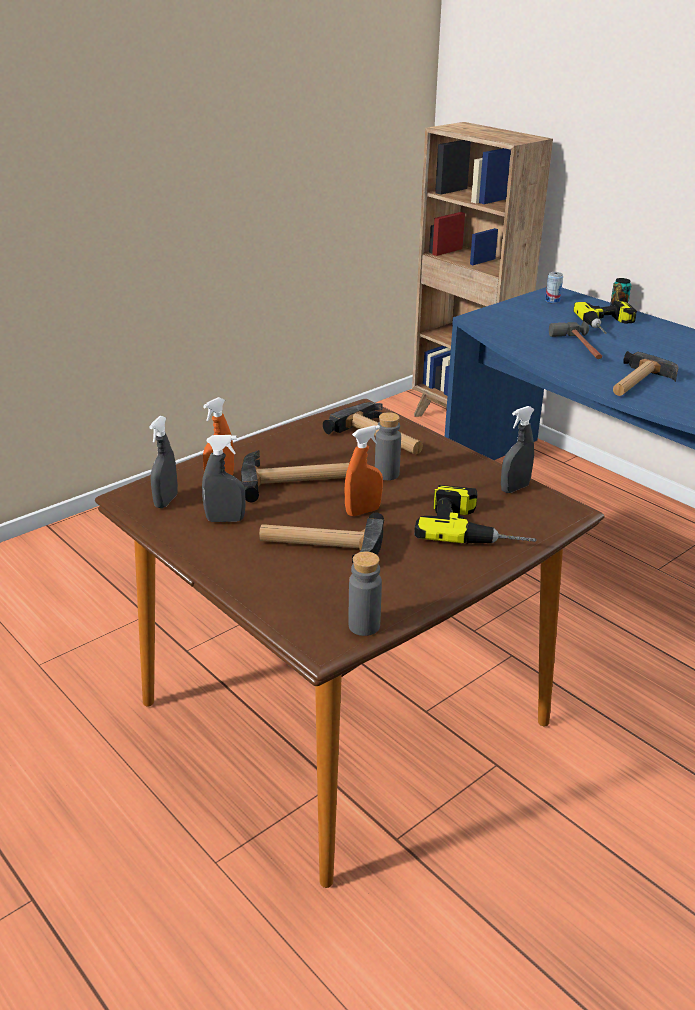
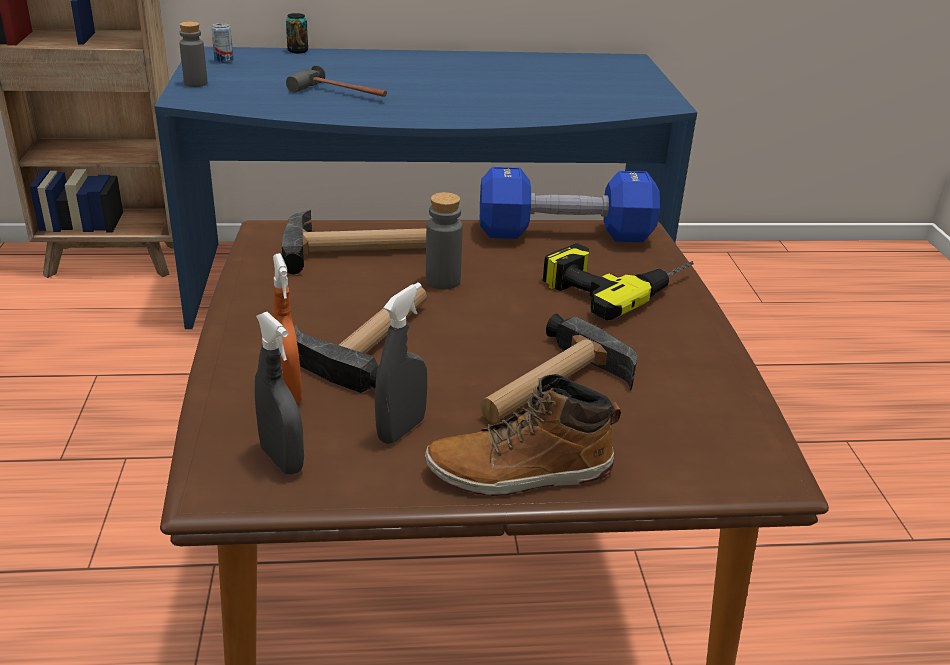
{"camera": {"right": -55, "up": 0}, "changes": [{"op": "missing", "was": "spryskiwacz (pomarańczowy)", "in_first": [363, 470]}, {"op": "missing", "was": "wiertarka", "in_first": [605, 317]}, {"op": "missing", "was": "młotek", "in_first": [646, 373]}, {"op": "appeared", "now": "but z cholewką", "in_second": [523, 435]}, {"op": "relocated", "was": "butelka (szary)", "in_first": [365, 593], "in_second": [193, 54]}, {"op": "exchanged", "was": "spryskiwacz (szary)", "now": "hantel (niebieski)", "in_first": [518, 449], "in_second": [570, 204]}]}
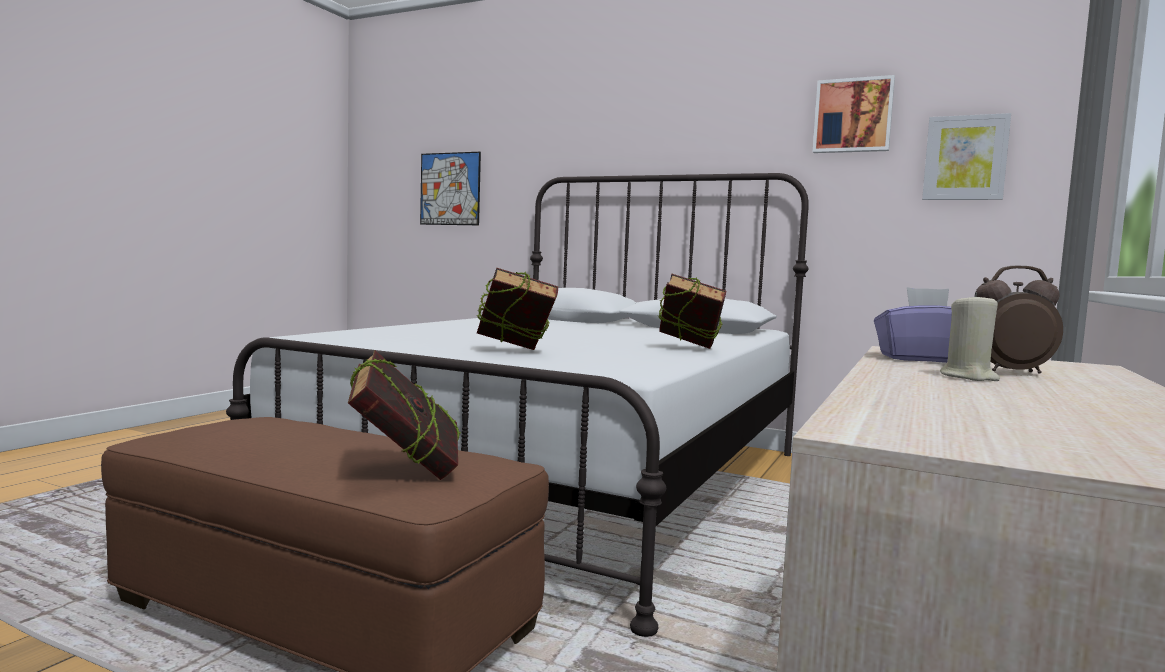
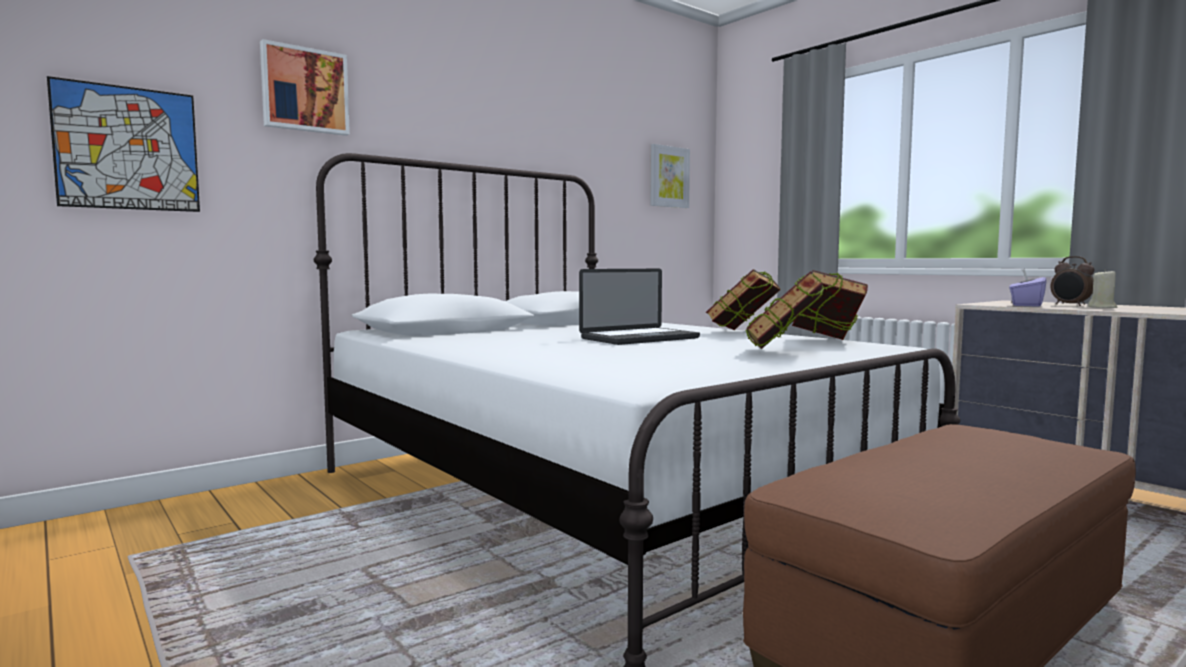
{"camera": {"right": -65, "up": 0}, "changes": [{"op": "appeared", "now": "laptop", "in_second": [639, 307]}, {"op": "relocated", "was": "książka", "in_first": [404, 415], "in_second": [830, 305]}, {"op": "relocated", "was": "obraz", "in_first": [854, 114], "in_second": [305, 87]}, {"op": "spun", "was": "budzik", "in_first": [1019, 320], "in_second": [1072, 281], "clockwise": -60}]}
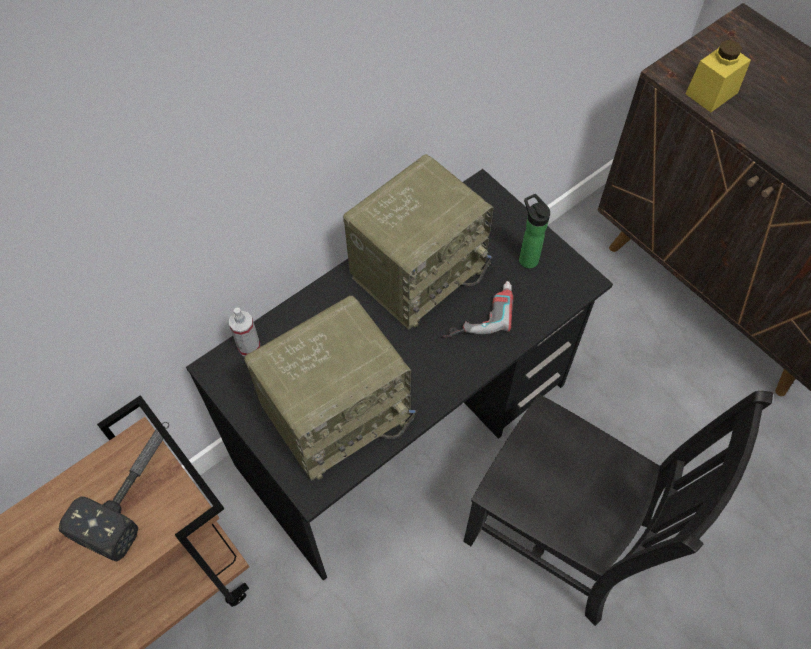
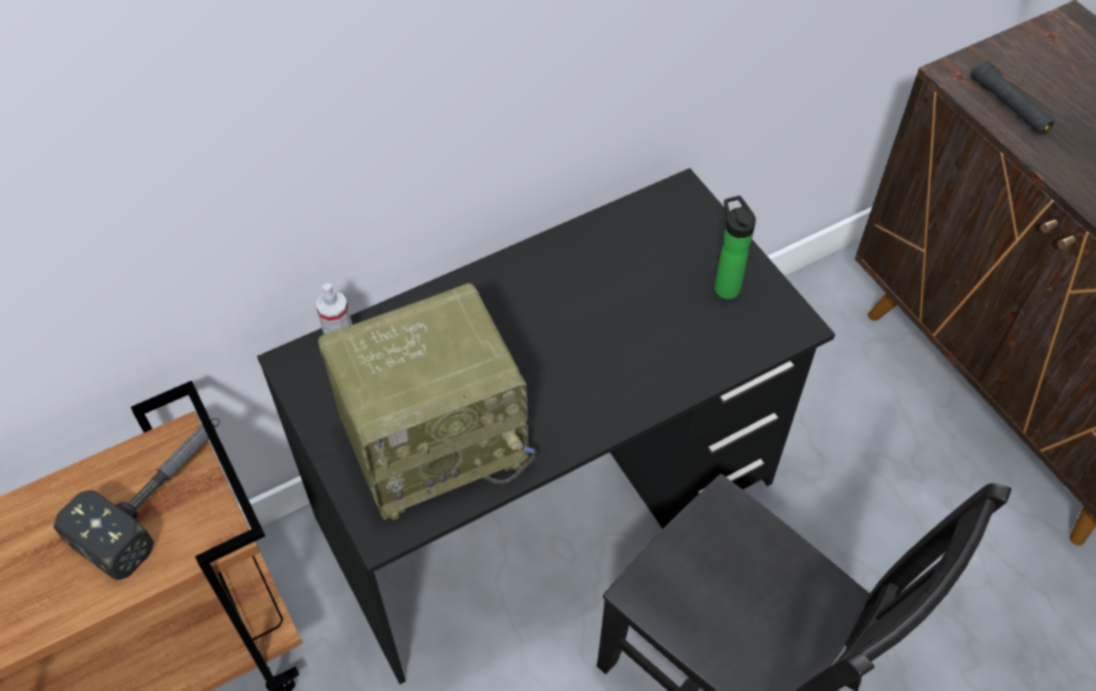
{"camera": {"right": 10, "up": -5}, "changes": [{"op": "missing", "was": "radio", "in_first": [418, 242]}, {"op": "missing", "was": "wiertarka", "in_first": [478, 309]}, {"op": "exchanged", "was": "słoik (żółty)", "now": "latarka (czarny)", "in_first": [718, 76], "in_second": [1012, 97]}]}
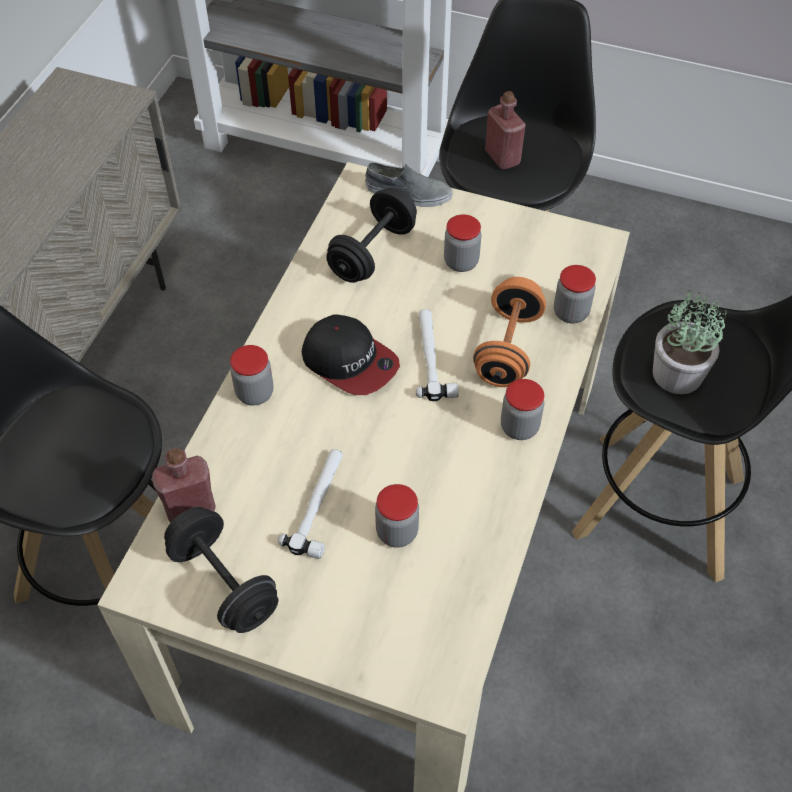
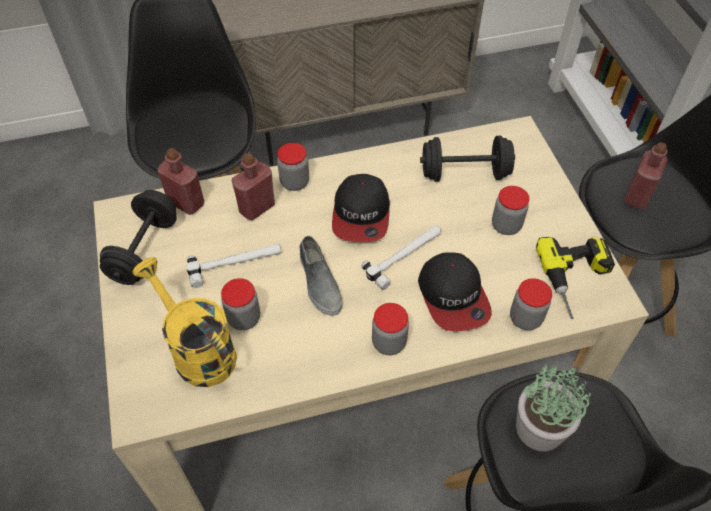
{"camera": {"right": 55, "up": 0}, "changes": [{"op": "appeared", "now": "konewka (żółty)", "in_second": [184, 322]}, {"op": "appeared", "now": "butelka (czerwony)", "in_second": [253, 186]}, {"op": "appeared", "now": "wiertarka", "in_second": [575, 278]}, {"op": "relocated", "was": "but (szary)", "in_first": [408, 184], "in_second": [320, 276]}, {"op": "exchanged", "was": "hantel (pomarańczowy)", "now": "czapka z daszkiem", "in_first": [509, 332], "in_second": [455, 292]}]}
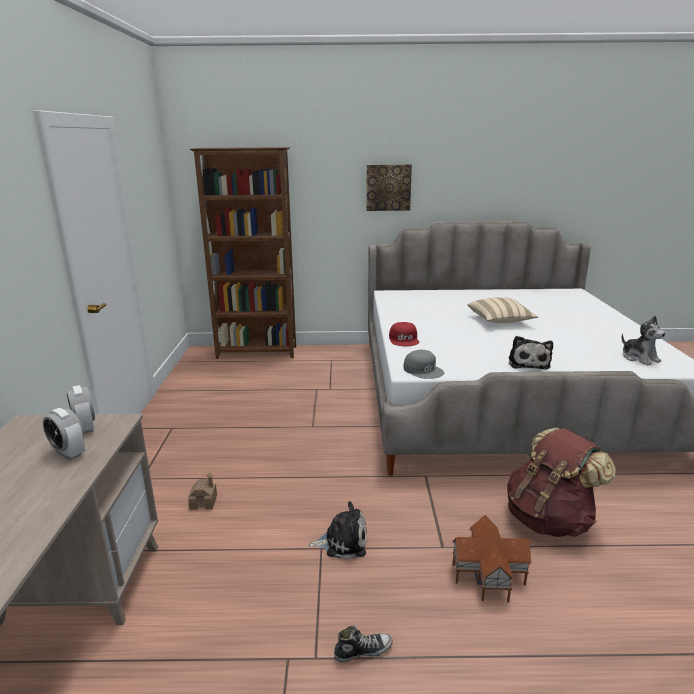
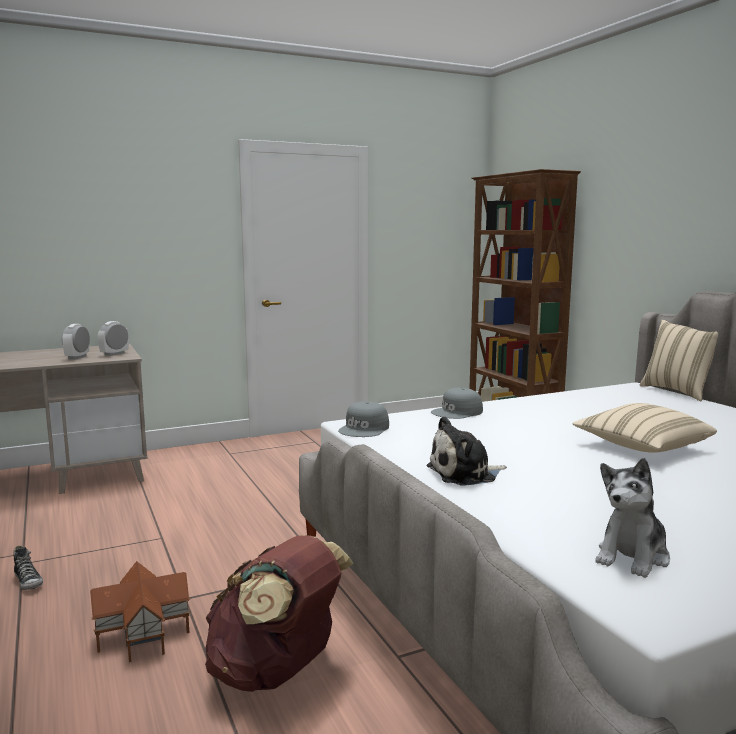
{"camera": {"right": 65, "up": -10}, "changes": [{"op": "missing", "was": "domek", "in_first": [202, 491]}, {"op": "missing", "was": "pluszak", "in_first": [337, 530]}, {"op": "missing", "was": "obraz", "in_first": [389, 187]}, {"op": "appeared", "now": "poduszka (beżowy)", "in_second": [679, 360]}, {"op": "colour", "was": "czapka z daszkiem (czerwony)", "now": "czapka z daszkiem (szary)", "in_first": [404, 334], "in_second": [457, 403]}]}
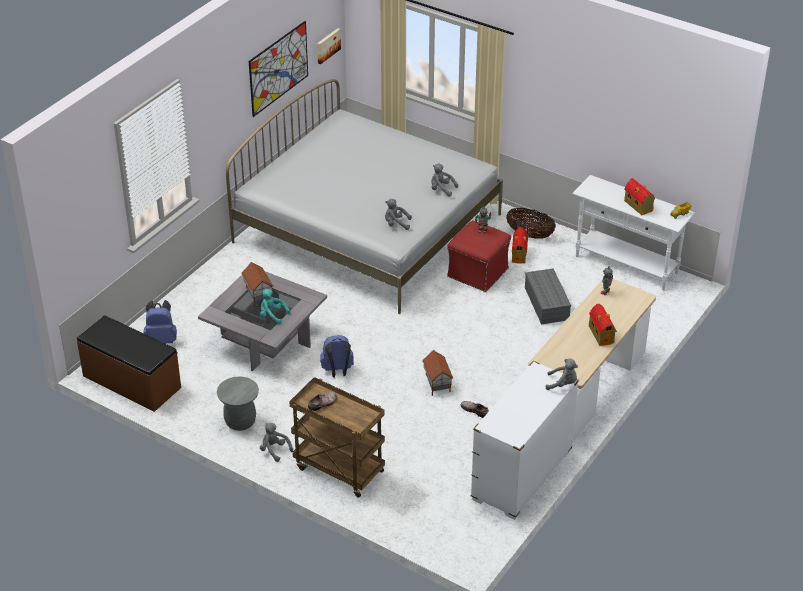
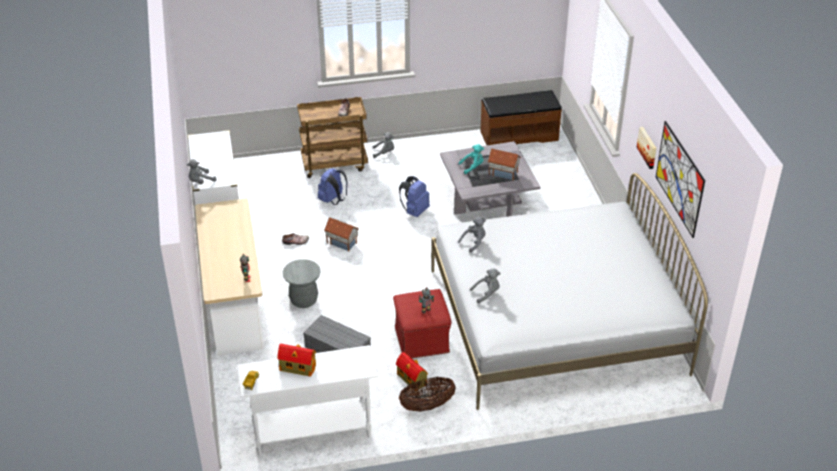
{"camera": {"right": 135, "up": 0}, "changes": [{"op": "missing", "was": "domek", "in_first": [603, 325]}, {"op": "relocated", "was": "plecak (niebieski)", "in_first": [160, 321], "in_second": [332, 186]}, {"op": "relocated", "was": "stołek (szary)", "in_first": [238, 403], "in_second": [301, 283]}, {"op": "relocated", "was": "obraz", "in_first": [329, 46], "in_second": [647, 148]}]}
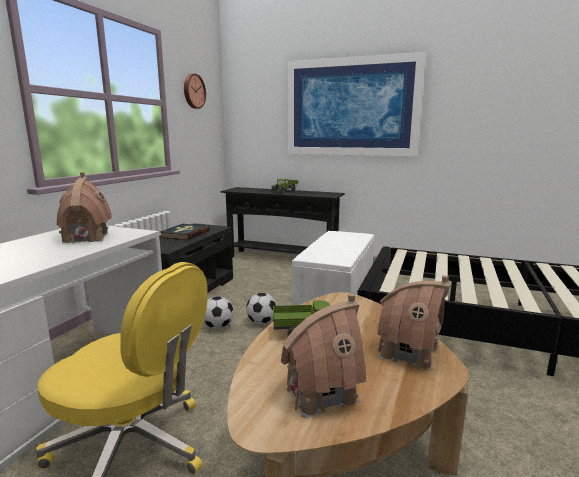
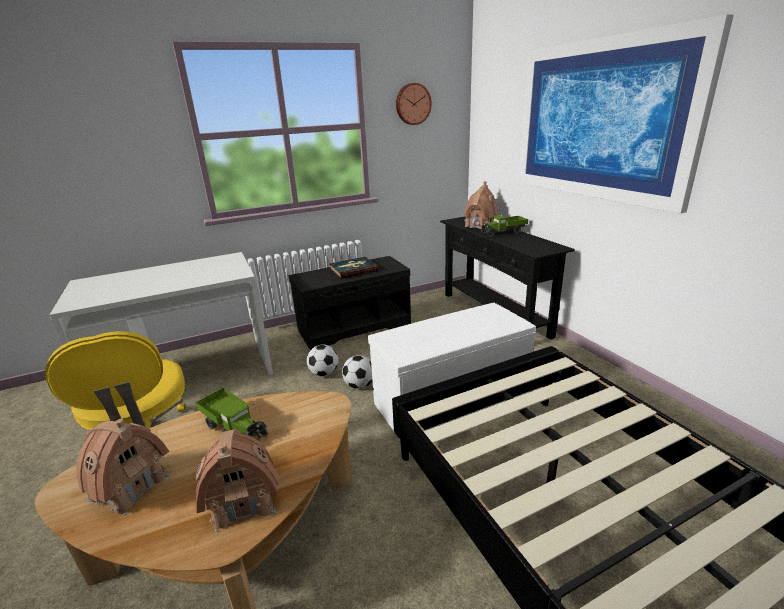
{"camera": {"right": 45, "up": 10}, "changes": [{"op": "relocated", "was": "domek", "in_first": [84, 208], "in_second": [481, 205]}]}
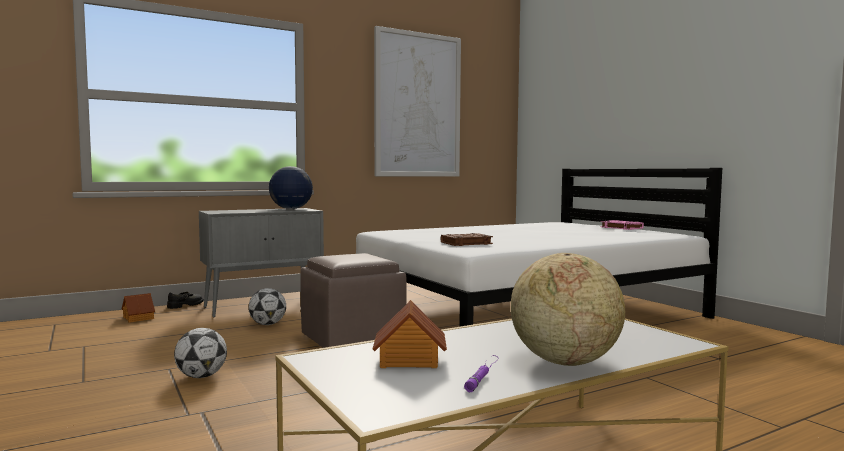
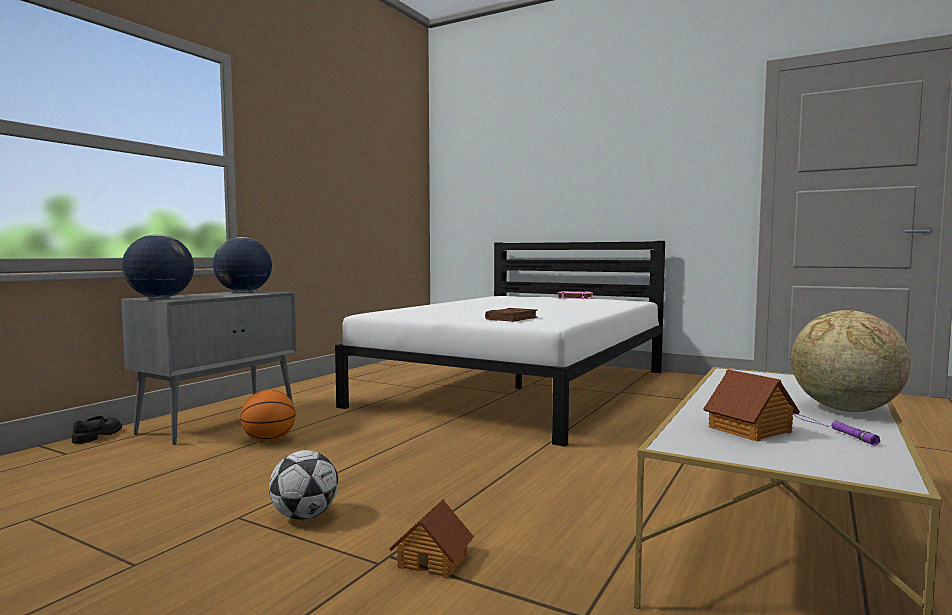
{"camera": {"right": -30, "up": 0}, "changes": [{"op": "missing", "was": "pufa (brązowy)", "in_first": [353, 300]}, {"op": "missing", "was": "obraz", "in_first": [417, 101]}, {"op": "appeared", "now": "globus", "in_second": [158, 266]}, {"op": "relocated", "was": "domek", "in_first": [138, 308], "in_second": [431, 539]}, {"op": "exchanged", "was": "piłka futbolowa", "now": "piłka do koszykówki", "in_first": [267, 306], "in_second": [268, 415]}]}
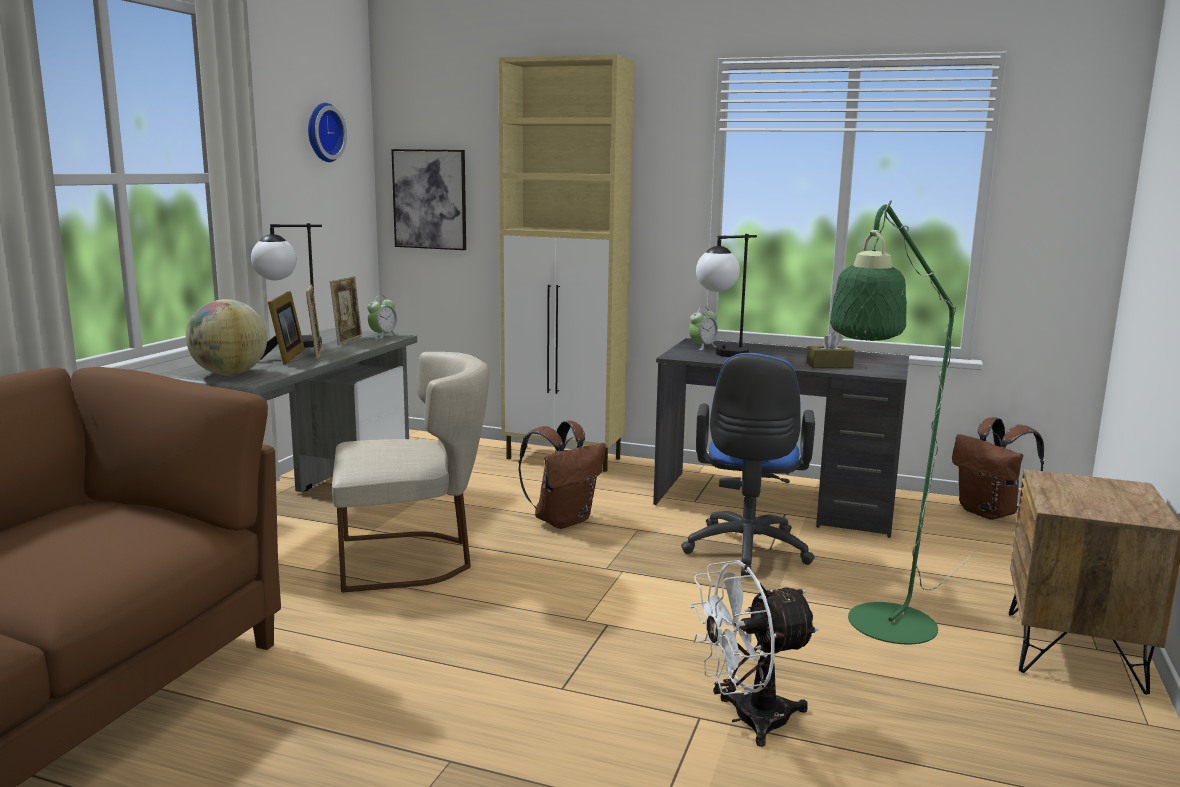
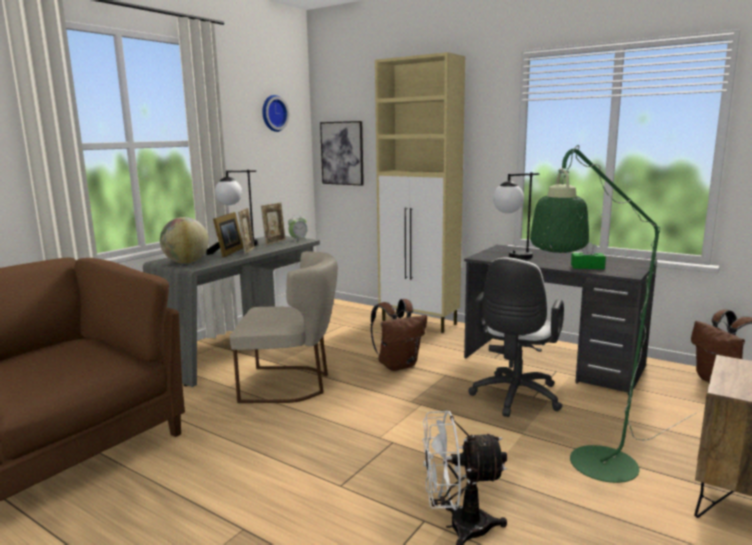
{"camera": {"right": 15, "up": 0}, "changes": [{"op": "missing", "was": "budzik", "in_first": [703, 328]}, {"op": "colour", "was": "krzesło biurowe (niebieski)", "now": "krzesło biurowe (biały)", "in_first": [748, 464], "in_second": [516, 337]}, {"op": "colour", "was": "pudełko chusteczek (brązowy)", "now": "pudełko chusteczek (zielony)", "in_first": [831, 349], "in_second": [588, 255]}]}
